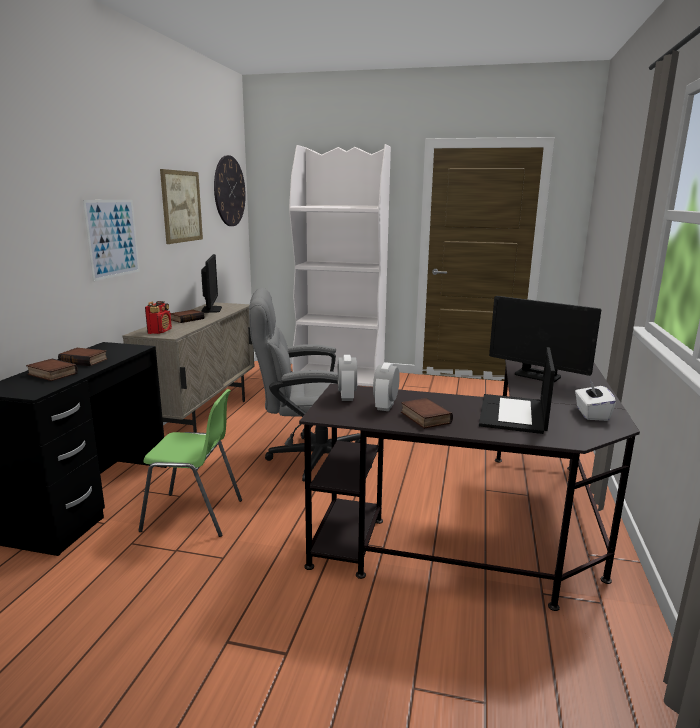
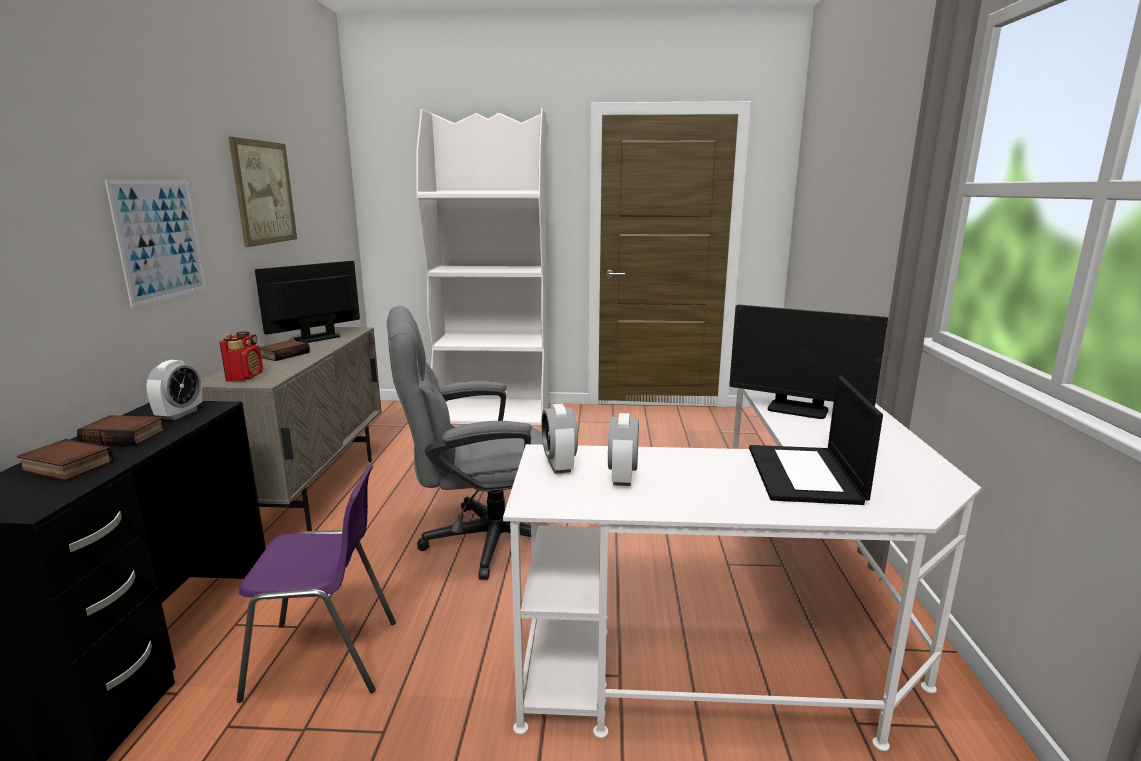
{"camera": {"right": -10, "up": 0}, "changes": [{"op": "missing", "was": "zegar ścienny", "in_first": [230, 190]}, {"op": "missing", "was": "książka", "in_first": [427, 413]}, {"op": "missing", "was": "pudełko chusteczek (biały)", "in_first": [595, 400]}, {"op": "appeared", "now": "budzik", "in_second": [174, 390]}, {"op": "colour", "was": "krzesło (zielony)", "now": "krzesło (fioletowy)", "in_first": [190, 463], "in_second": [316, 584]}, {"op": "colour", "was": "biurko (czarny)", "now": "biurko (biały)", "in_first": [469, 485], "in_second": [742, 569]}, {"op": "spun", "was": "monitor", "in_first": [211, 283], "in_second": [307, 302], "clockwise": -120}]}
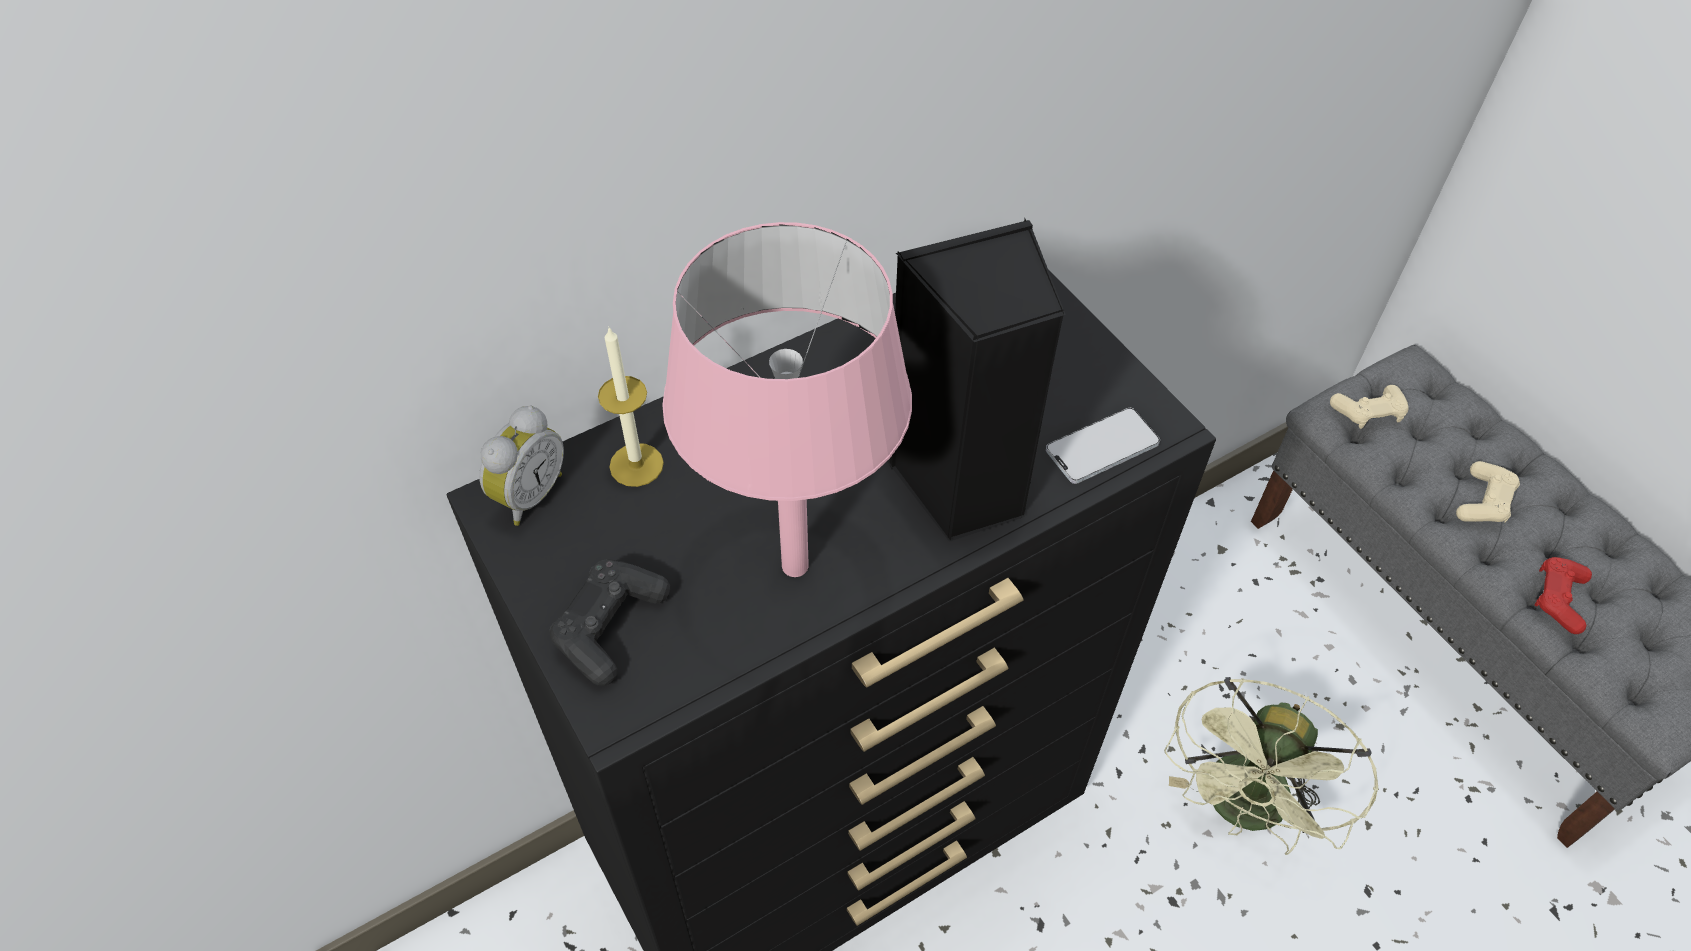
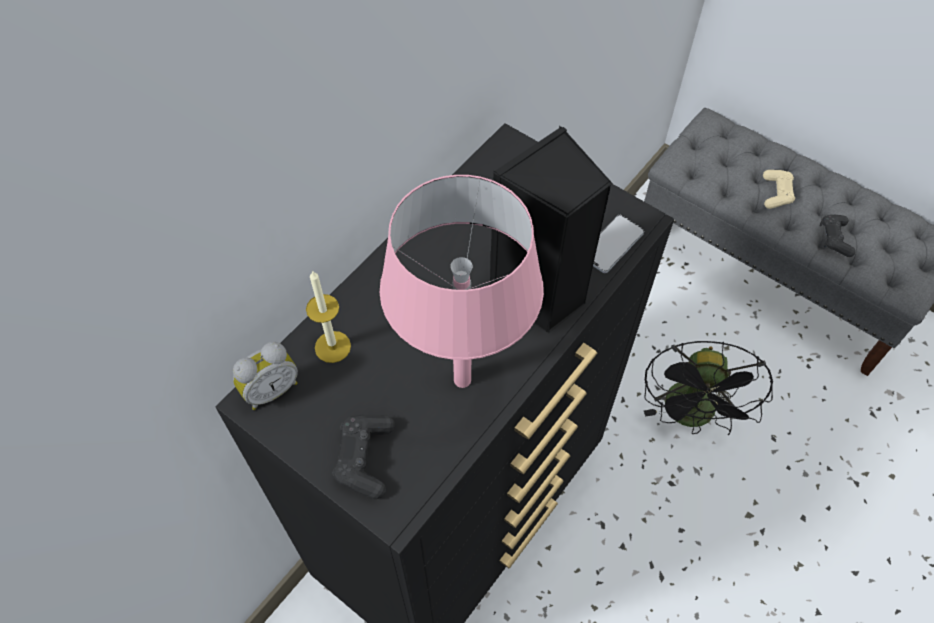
{"camera": {"right": -20, "up": 5}, "changes": [{"op": "missing", "was": "pad do gier (beżowy)", "in_first": [1369, 407]}, {"op": "colour", "was": "wentylator (zielony)", "now": "wentylator (czarny)", "in_first": [1271, 766], "in_second": [708, 388]}, {"op": "colour", "was": "pad do gier (czerwony)", "now": "pad do gier (czarny)", "in_first": [1563, 595], "in_second": [837, 236]}, {"op": "spun", "was": "budzik", "in_first": [521, 466], "in_second": [265, 376], "clockwise": 45}]}
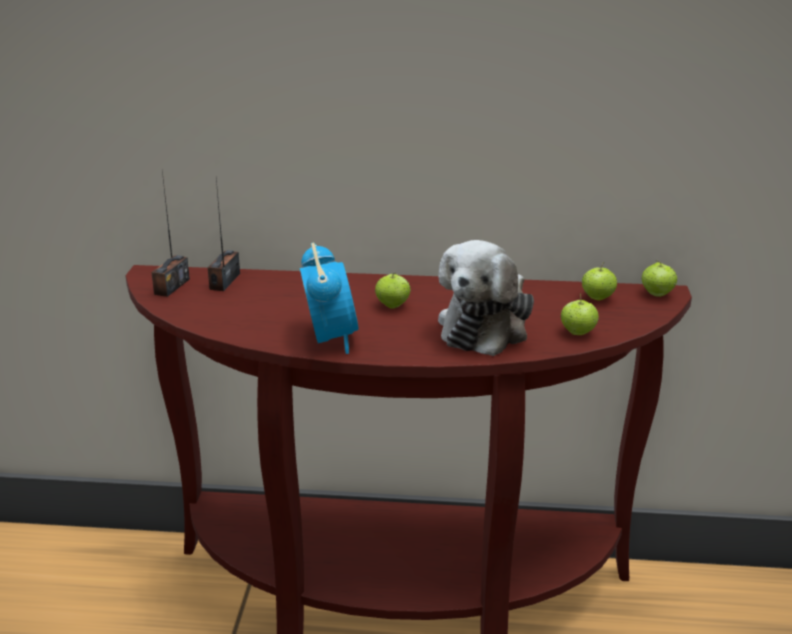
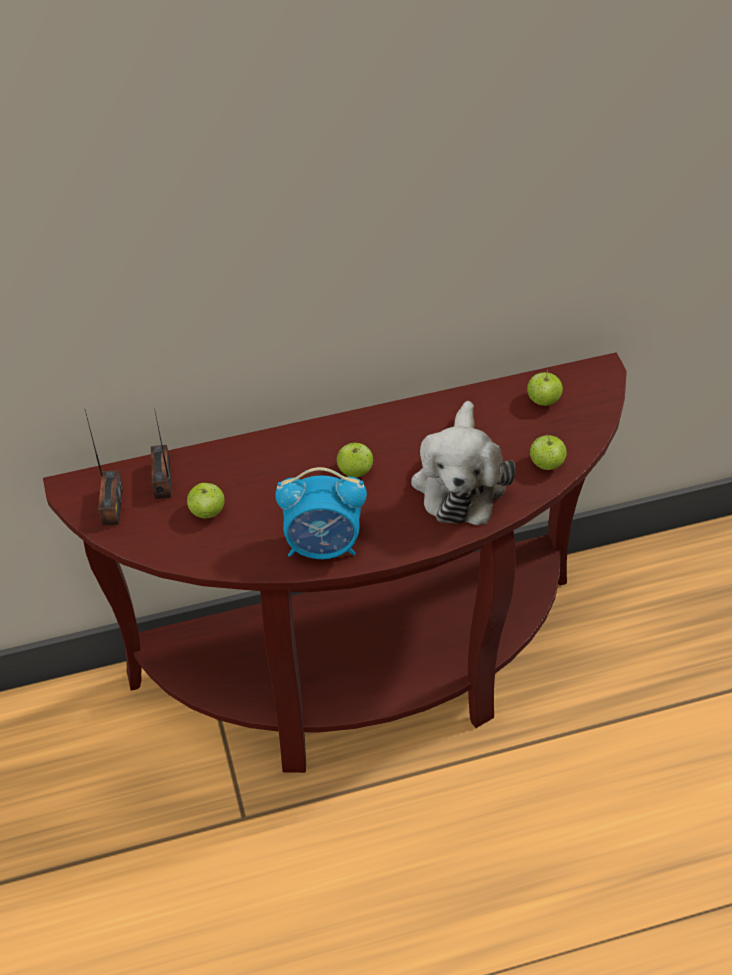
{"camera": {"right": -20, "up": 25}, "changes": [{"op": "relocated", "was": "jabłko", "in_first": [660, 279], "in_second": [206, 501]}, {"op": "spun", "was": "budzik", "in_first": [329, 298], "in_second": [321, 513], "clockwise": 120}]}
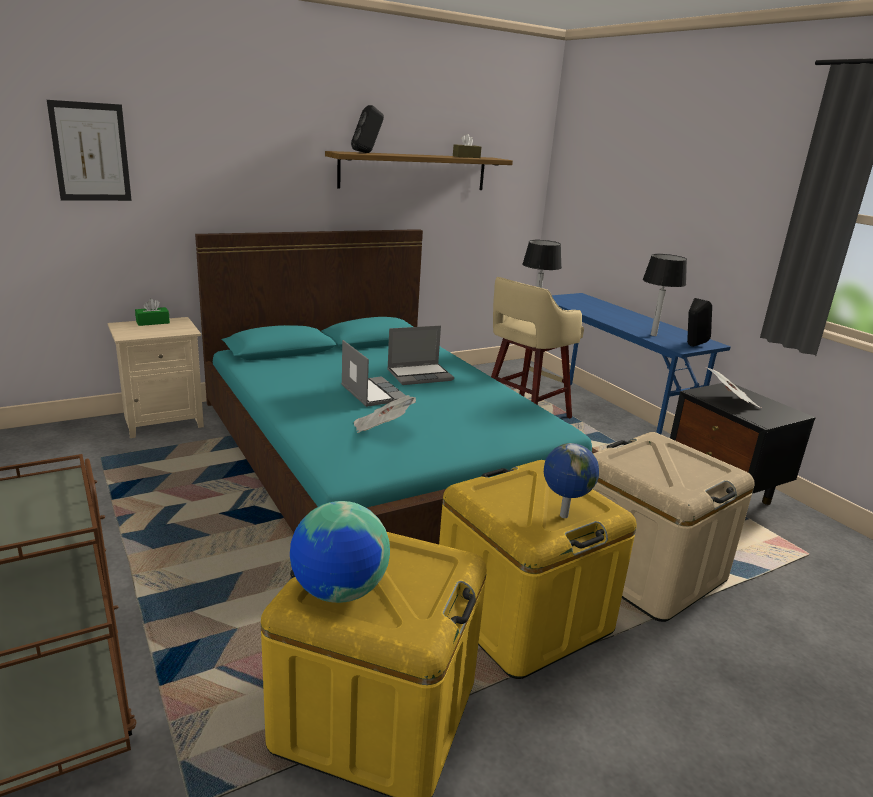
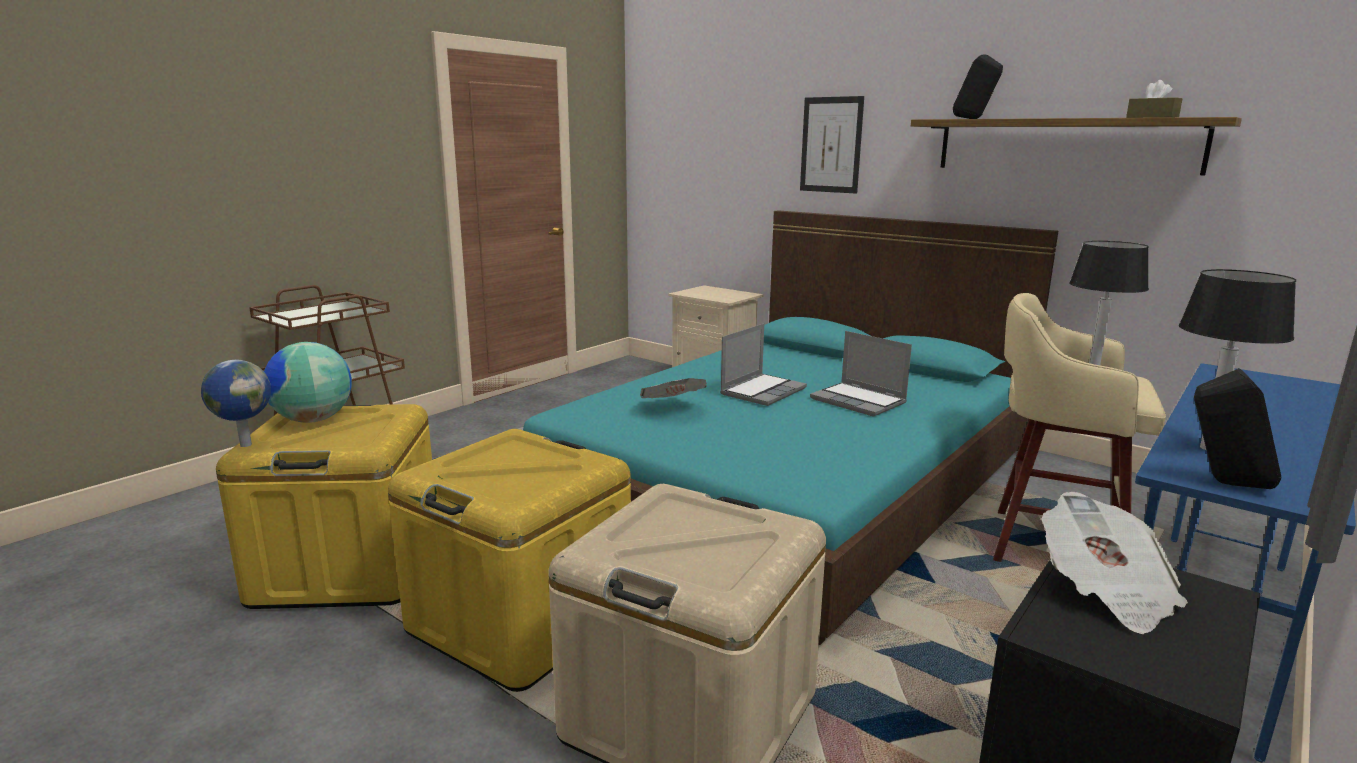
{"camera": {"right": 70, "up": -5}, "changes": [{"op": "missing", "was": "pudełko chusteczek (zielony)", "in_first": [152, 312]}, {"op": "relocated", "was": "obraz", "in_first": [89, 150], "in_second": [832, 145]}, {"op": "relocated", "was": "globus", "in_first": [571, 480], "in_second": [236, 403]}]}
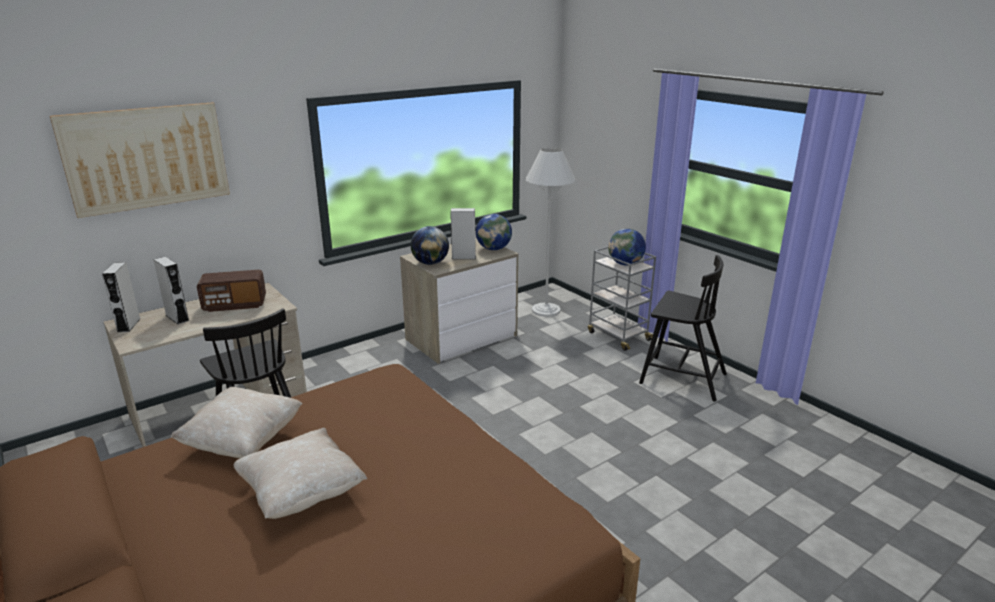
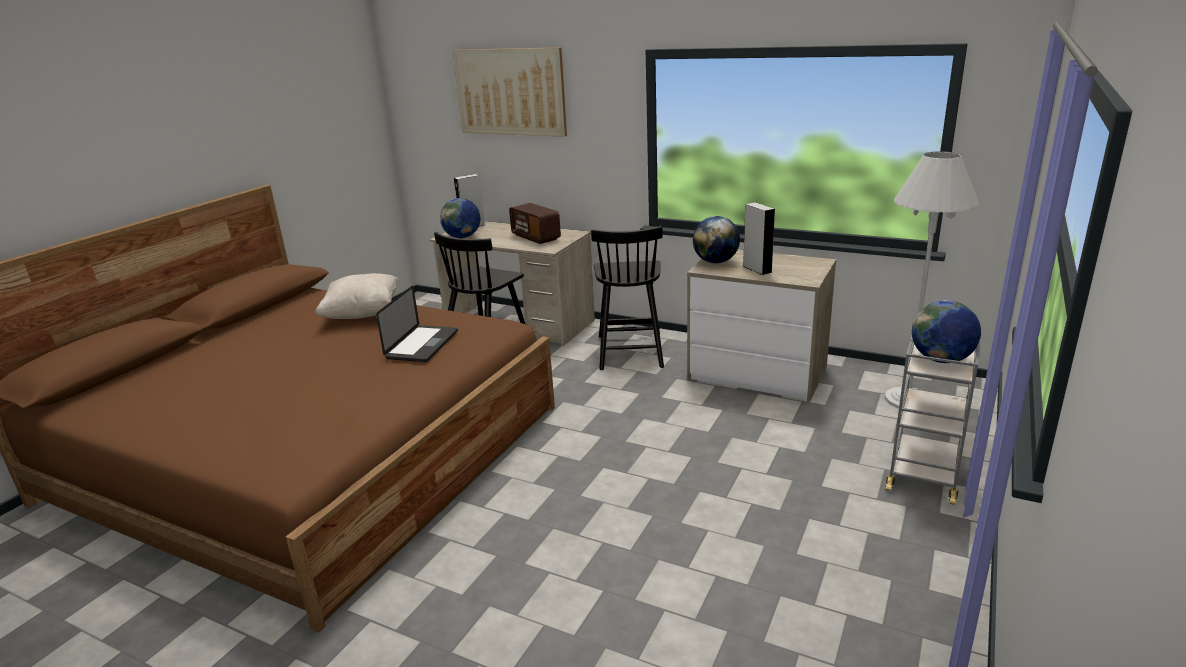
{"camera": {"right": 65, "up": 0}, "changes": [{"op": "missing", "was": "głośnik (szary)", "in_first": [171, 290]}, {"op": "missing", "was": "poduszka (beżowy)", "in_first": [300, 473]}, {"op": "appeared", "now": "laptop", "in_second": [417, 324]}, {"op": "relocated", "was": "globus", "in_first": [494, 232], "in_second": [460, 218]}, {"op": "relocated", "was": "krzesło (czarny)", "in_first": [683, 328], "in_second": [627, 298]}]}
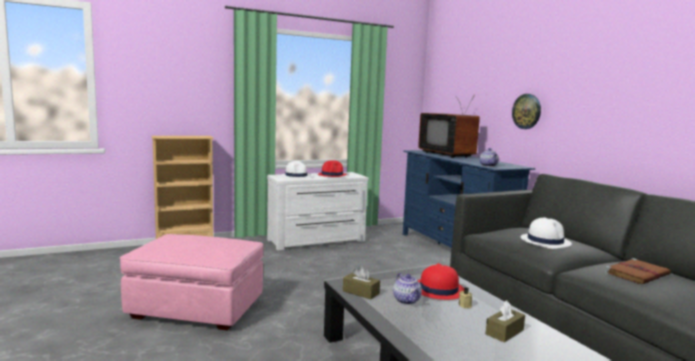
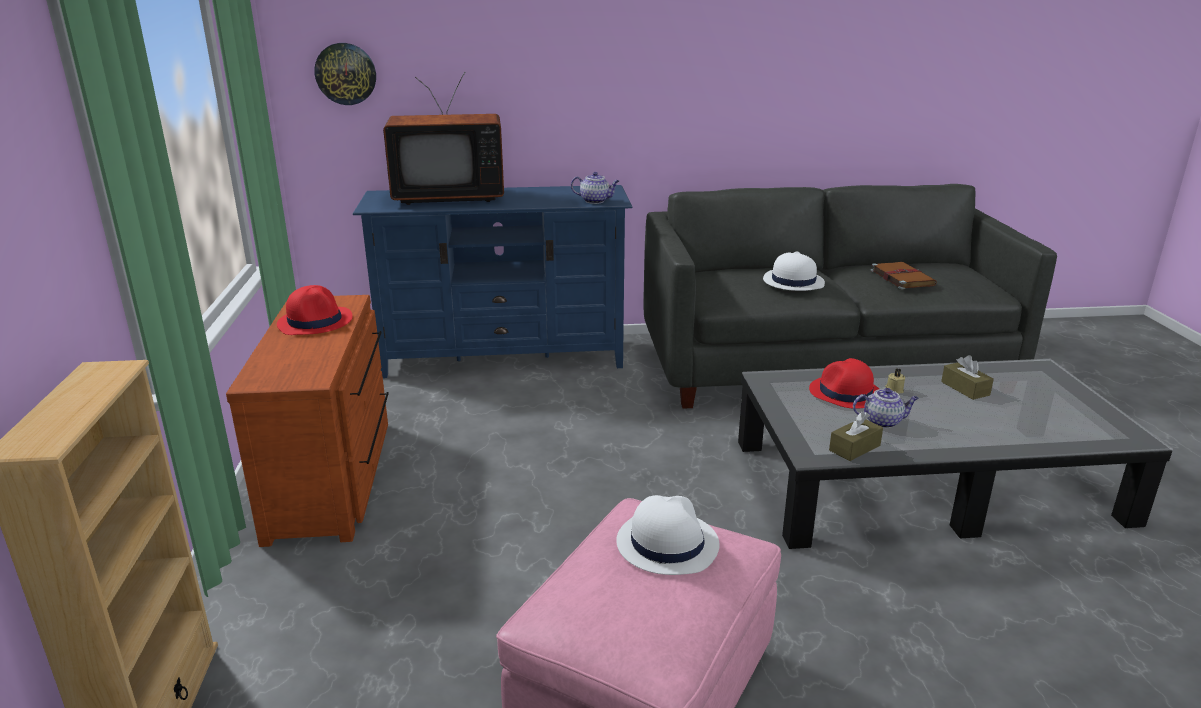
{"camera": {"right": -70, "up": 15}, "changes": [{"op": "relocated", "was": "kapelusz (biały)", "in_first": [296, 169], "in_second": [668, 535]}, {"op": "relocated", "was": "zegar ścienny", "in_first": [526, 111], "in_second": [345, 74]}, {"op": "colour", "was": "komoda (biały)", "now": "komoda (brązowy)", "in_first": [317, 211], "in_second": [307, 421]}]}
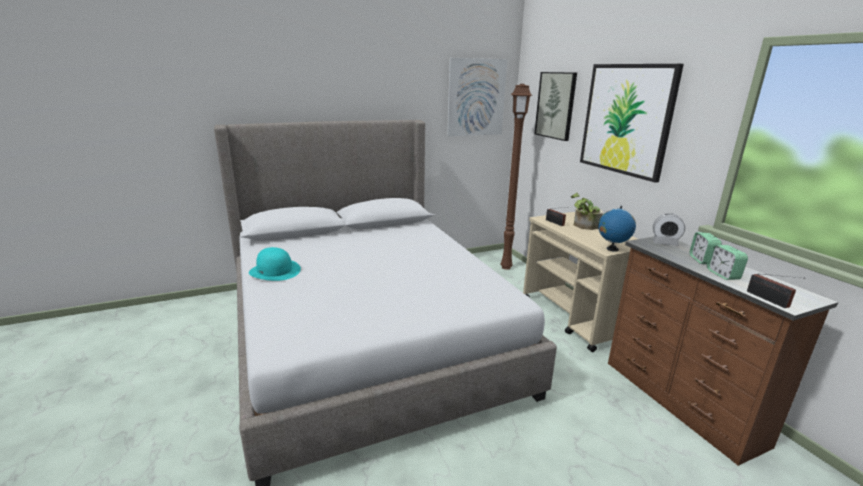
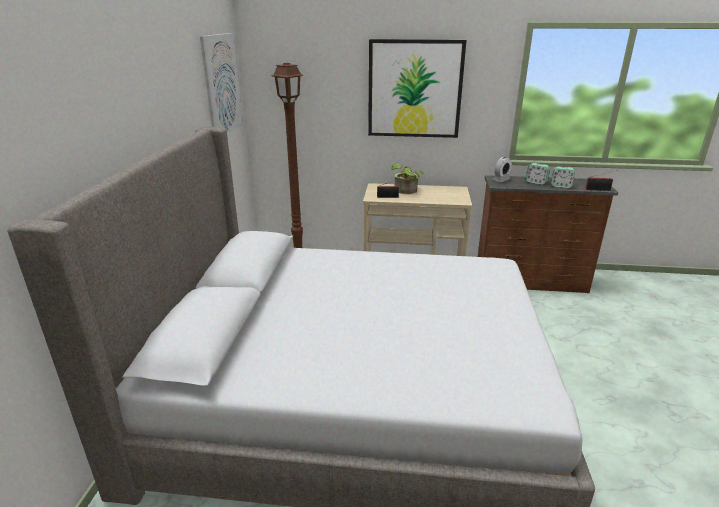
{"camera": {"right": -60, "up": 5}, "changes": [{"op": "missing", "was": "kapelusz (turkusowy)", "in_first": [275, 264]}, {"op": "missing", "was": "obraz", "in_first": [555, 106]}, {"op": "missing", "was": "globus", "in_first": [617, 229]}]}
